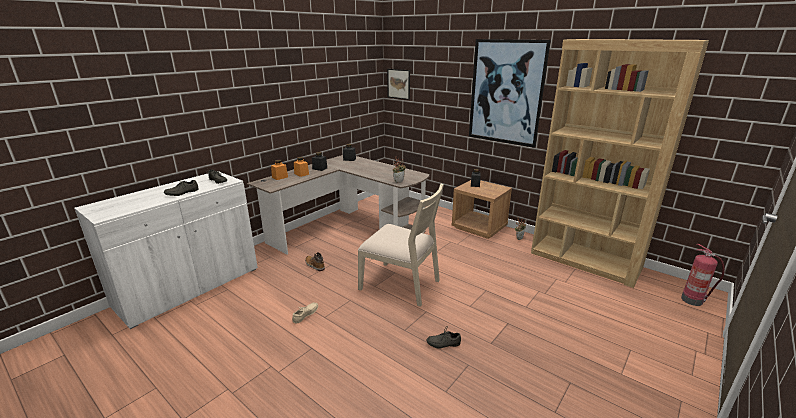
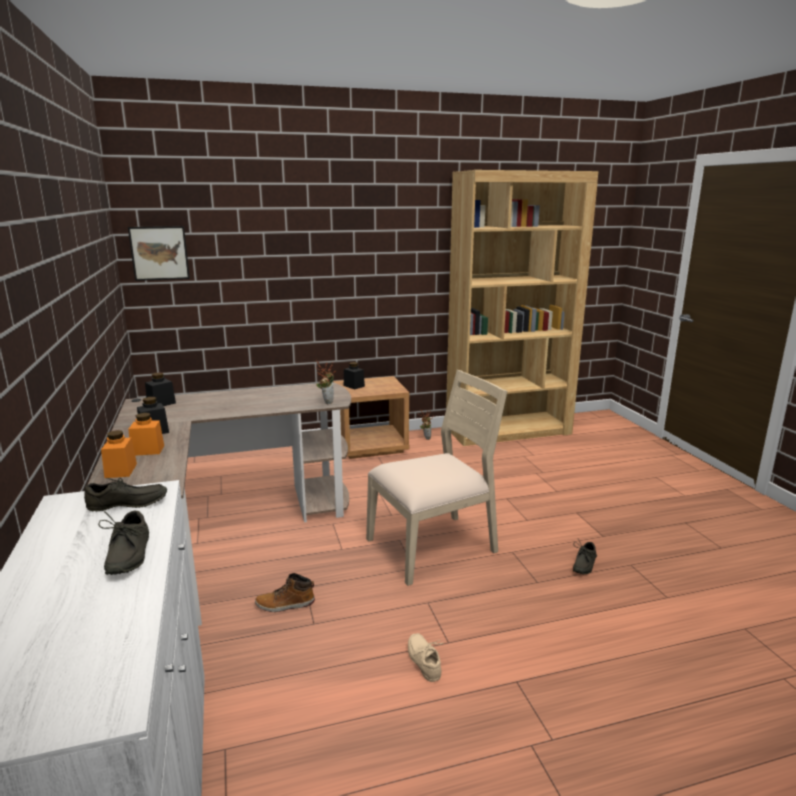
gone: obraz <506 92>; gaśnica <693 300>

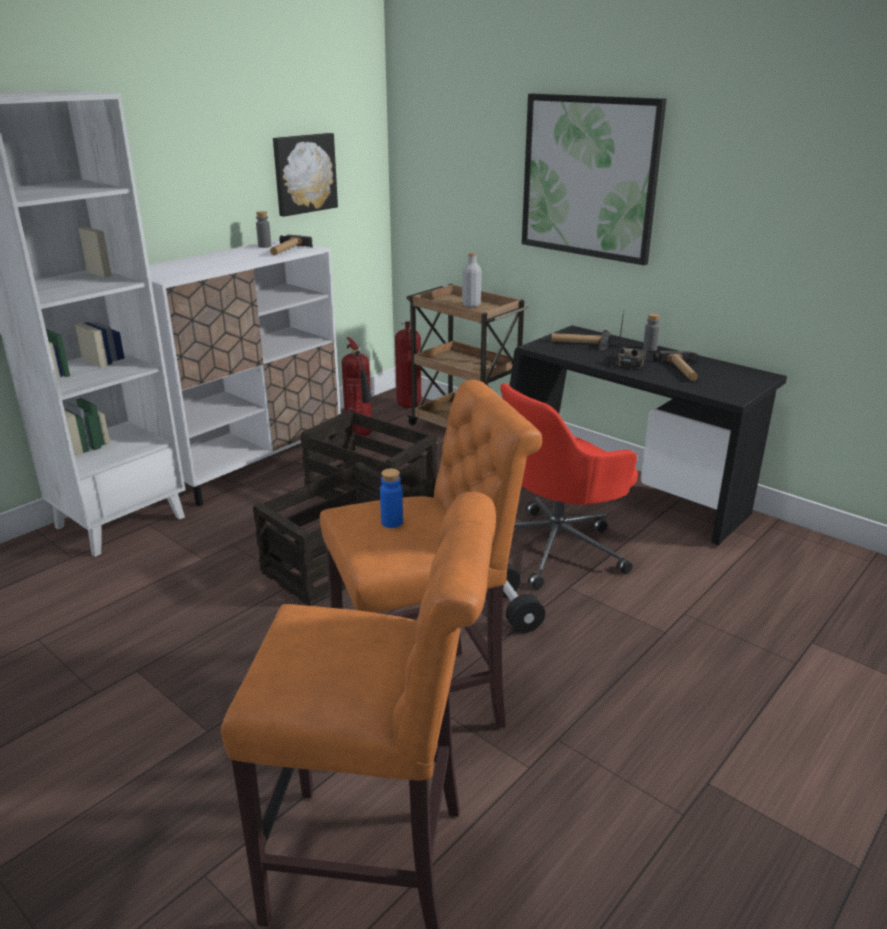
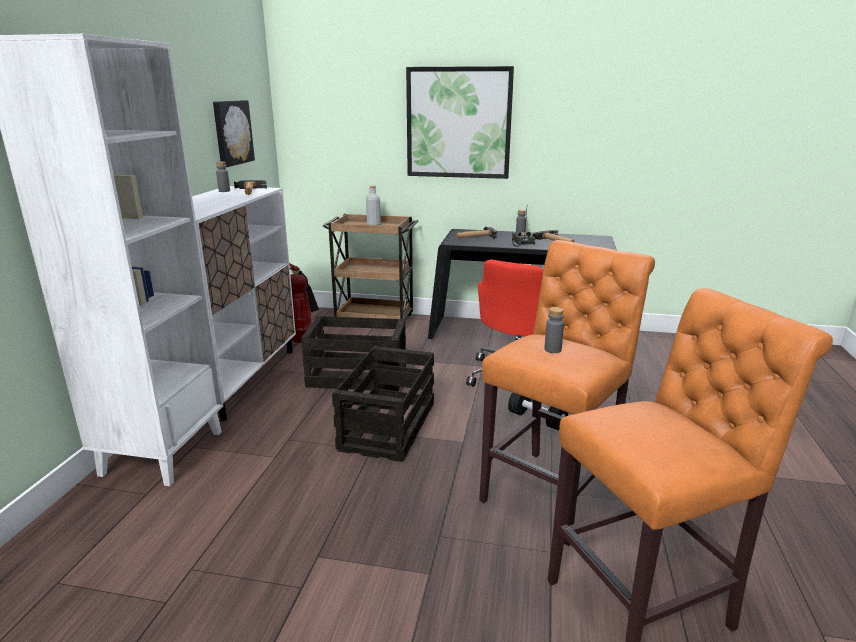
gone: gaśnica <408 404>
repainted: butelka (niebieski) <392 522> to butelka (szary) <552 349>

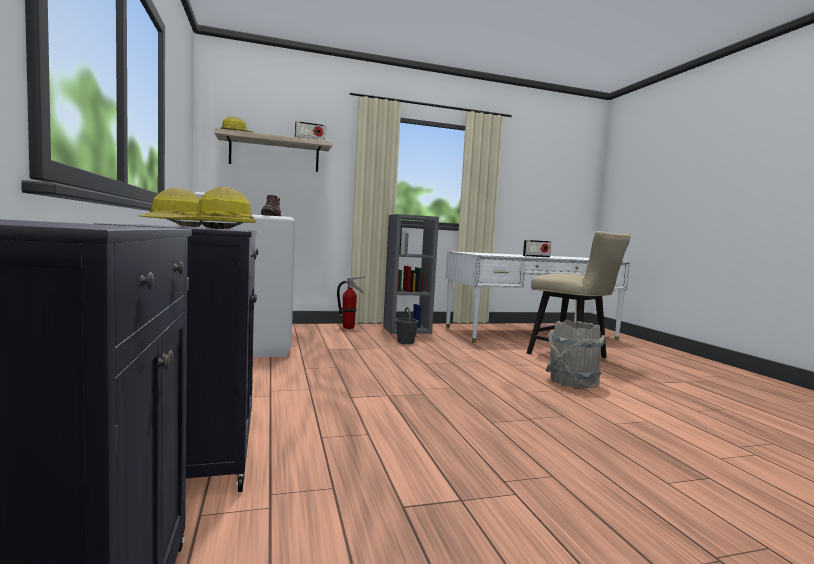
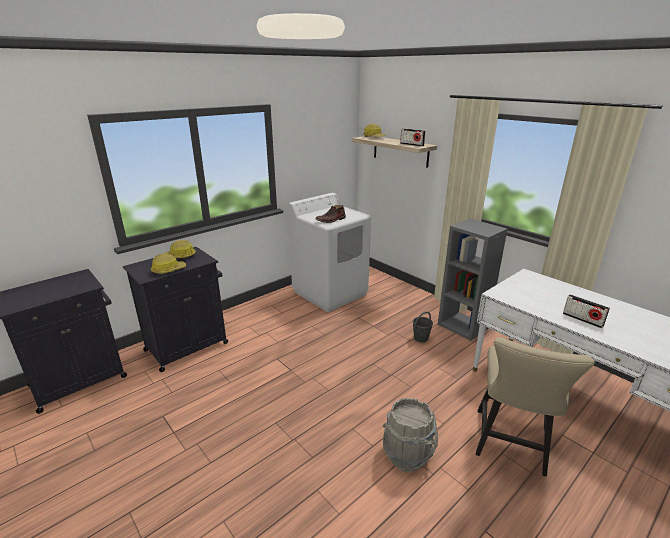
gone: gaśnica <349 327>

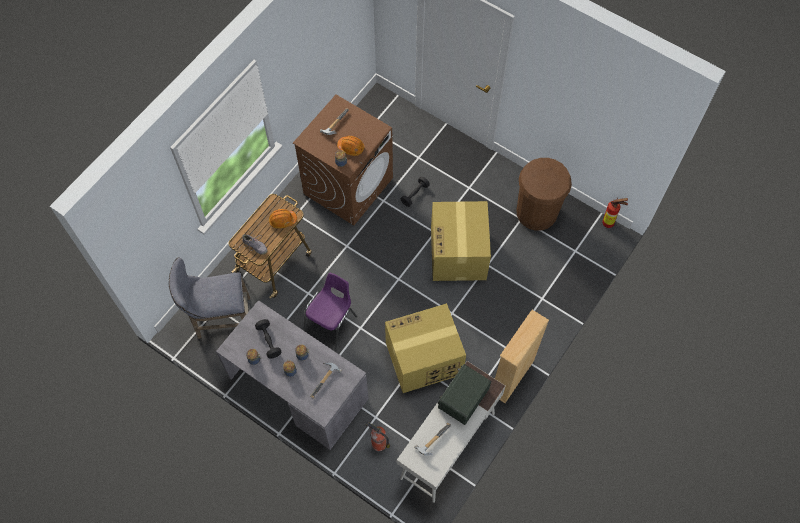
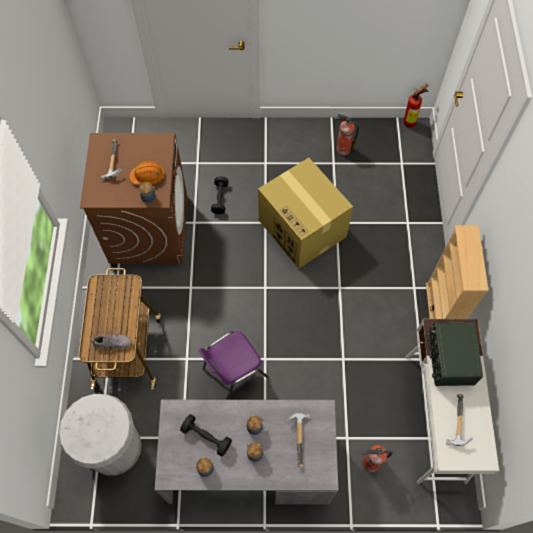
gone: kask (pomarańczowy) <282 220>; karton <423 359>
swapped: stołek (szary) <220 320> to kosz na śmieci (biały) <114 447>; kosz na śmieci (brązowy) <536 212> to gaśnica <342 149>
rotated: krzesło (fioletowy) <332 323> = <233 373> 120 degrees counterclockwise

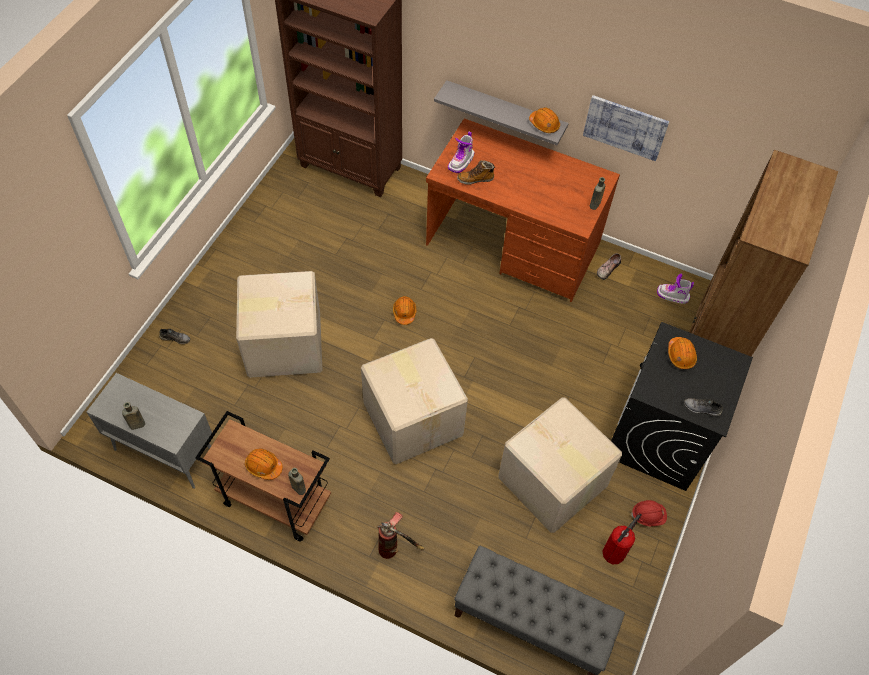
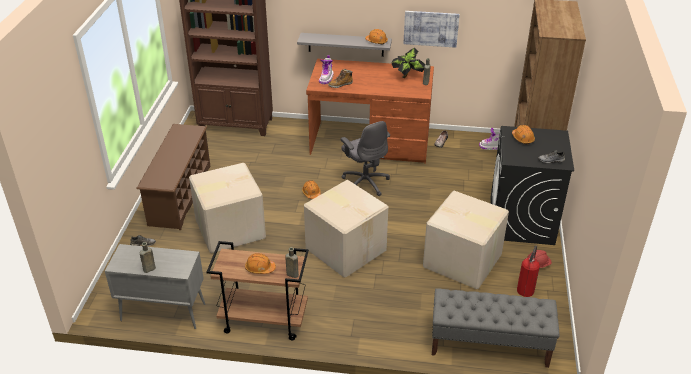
gone: gaśnica <395 548>
new: regał na buty (brązowy) <180 195>; krzesło biurowe (szary) <365 182>; roślina doniczkowa <408 77>

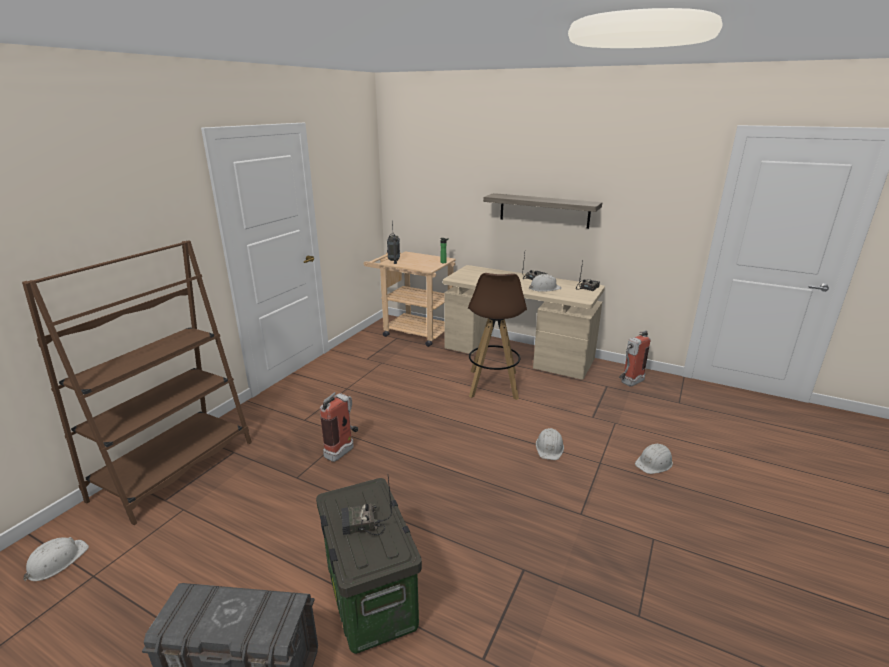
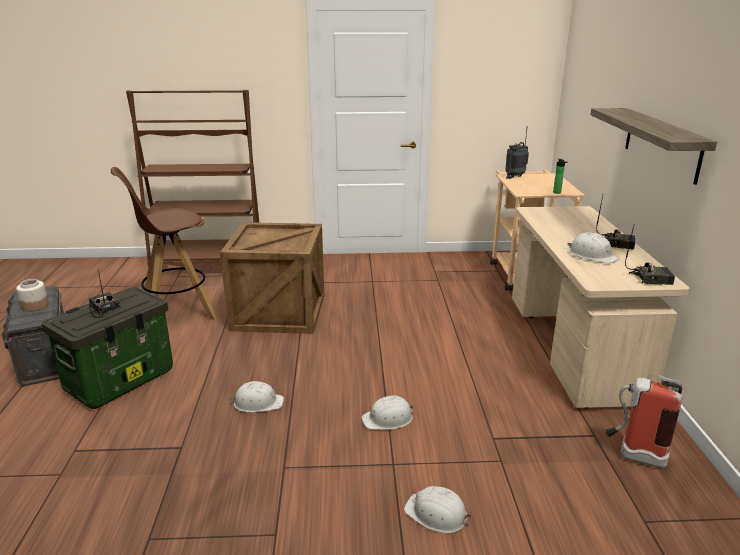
new: słoik <35 306>
shifted: kask (biały) <56 561> to <258 403>; stołek (brązowy) <493 385> to <177 314>
swapped: gaśnica <343 450> to skrzynka <280 312>

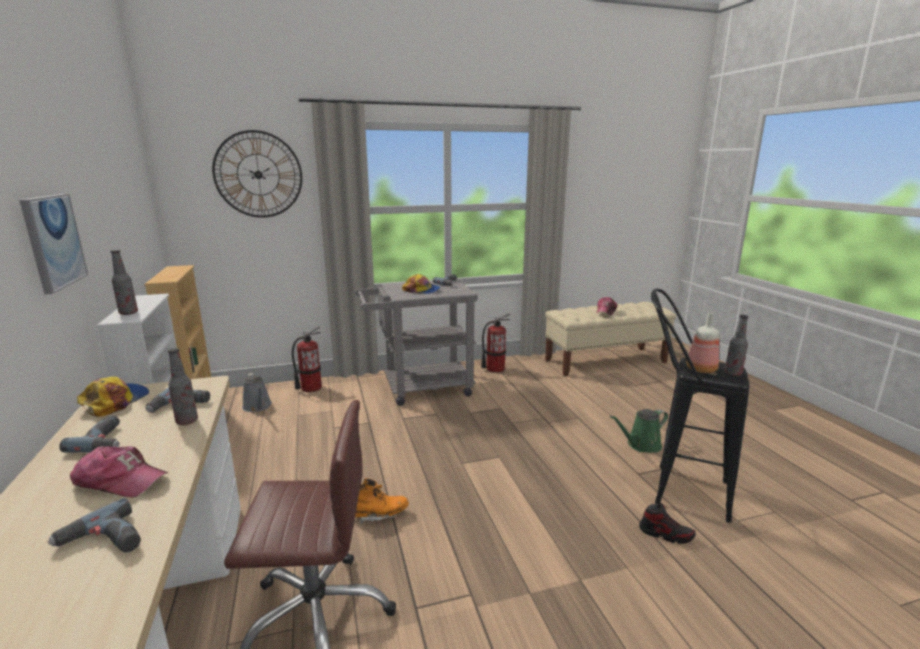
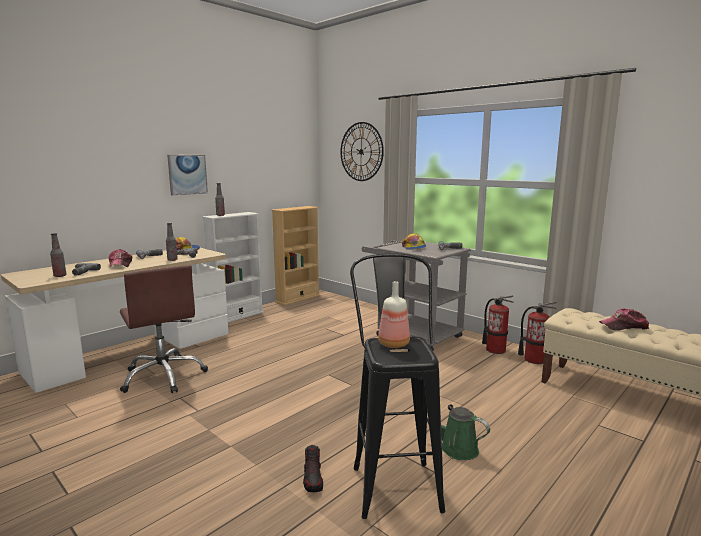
gone: konewka (szary) <257 406>; but z cholewką (pomarańczowy) <379 515>
shifted: gaśnica <311 388> to <534 360>; butelka <733 374> to <60 276>

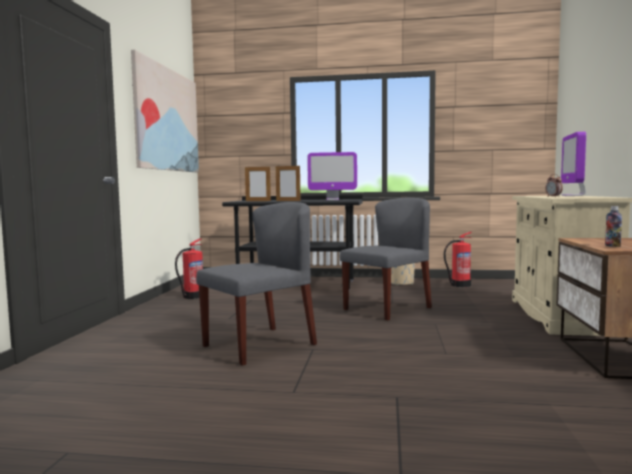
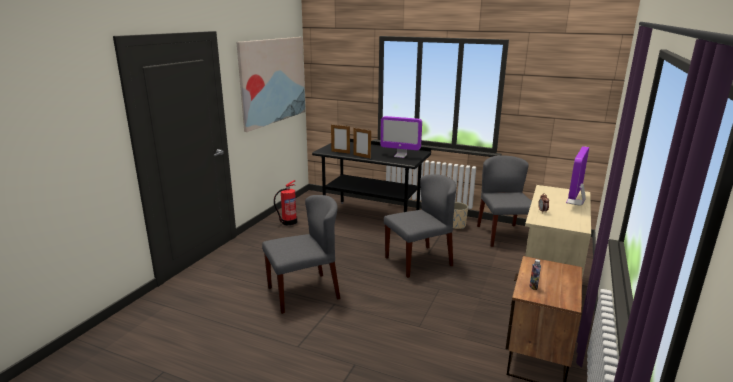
swapped: gaśnica <459 285> to krzesło (szary) <502 235>

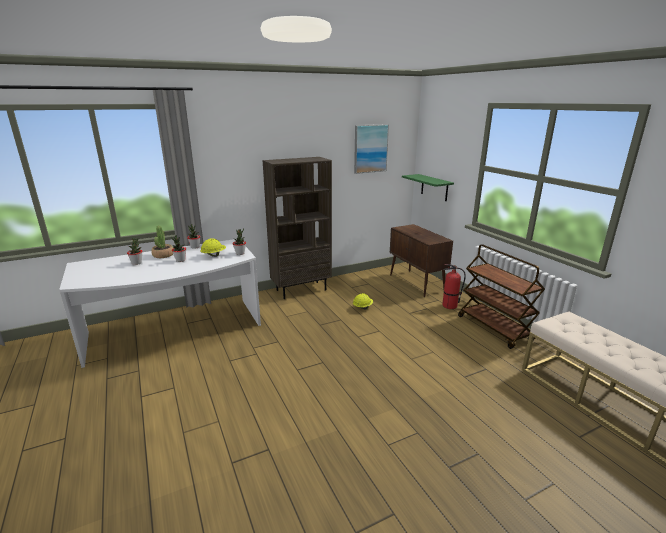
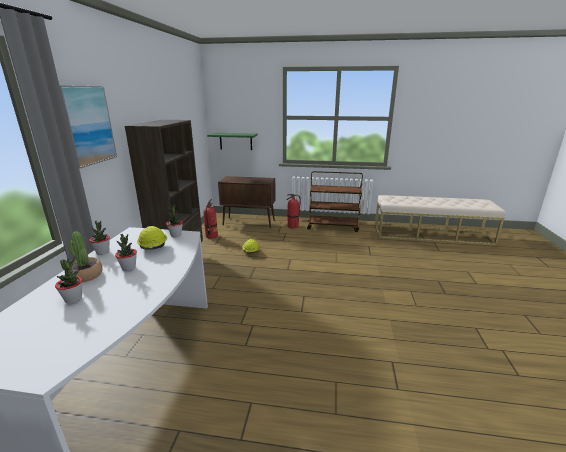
new: gaśnica <211 236>
shifted: obraz <370 148> to <87 125>

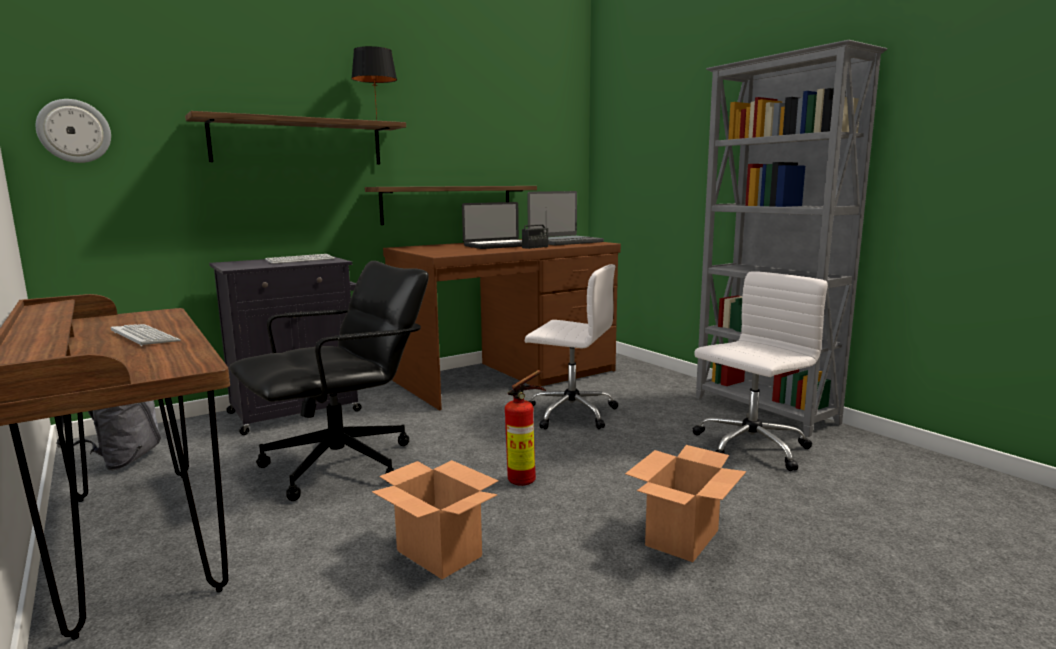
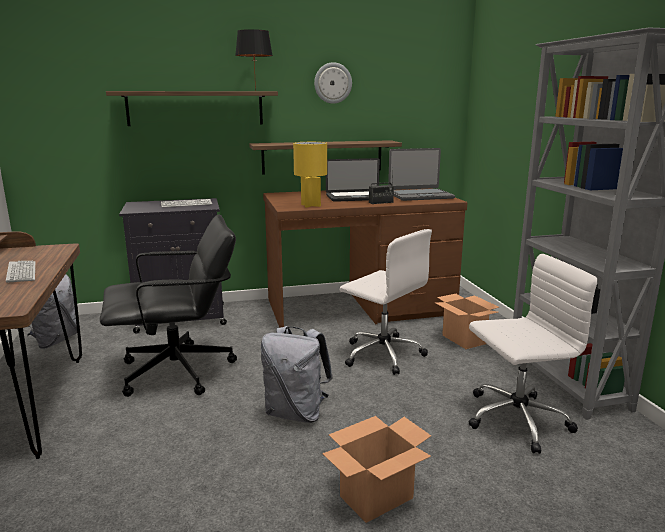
new: lampa stołowa (żółty) <310 205>
shifted: zegar ścienny <74 131> to <333 83>; karton <438 553> to <463 339>
swapped: gaśnica <526 480> to plecak (szary) <296 413>

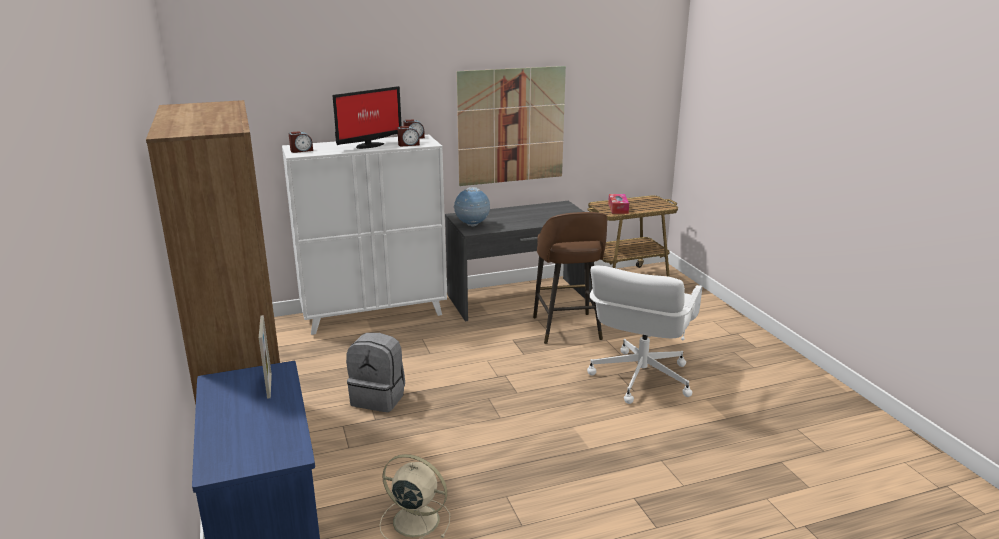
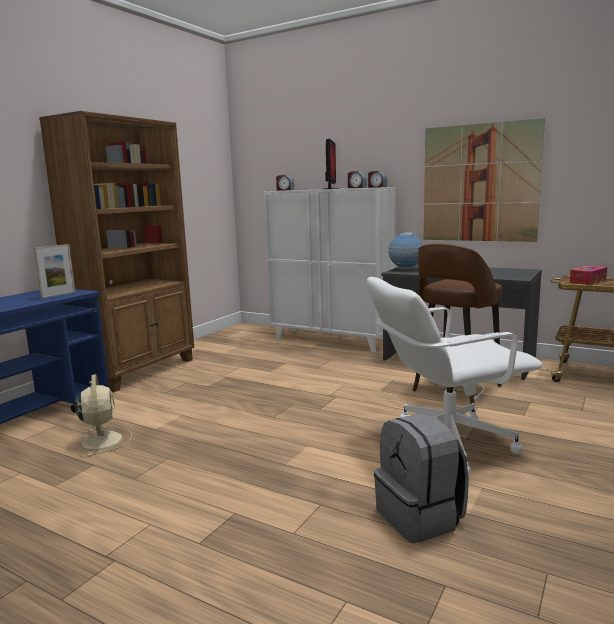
shifted: plecak (szary) <379 398> to <420 517>
rotated: monitor <368 145> = <330 188> 90 degrees counterclockwise

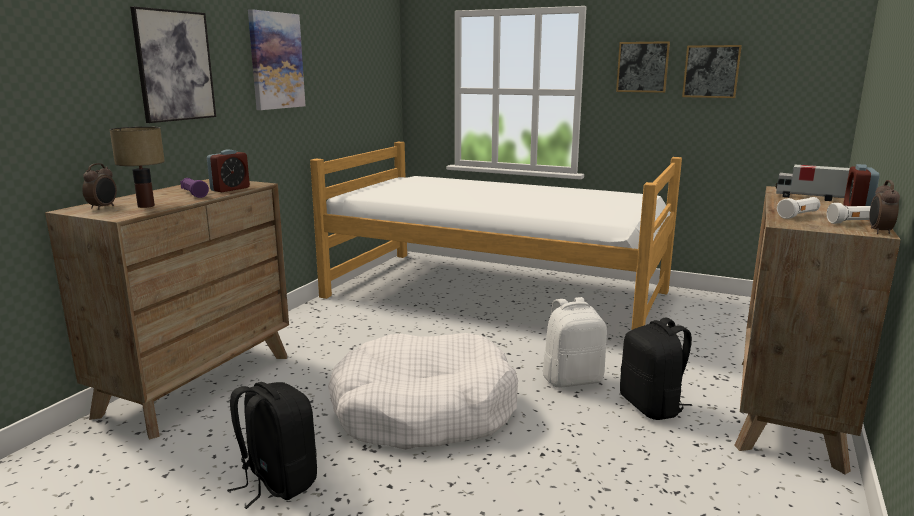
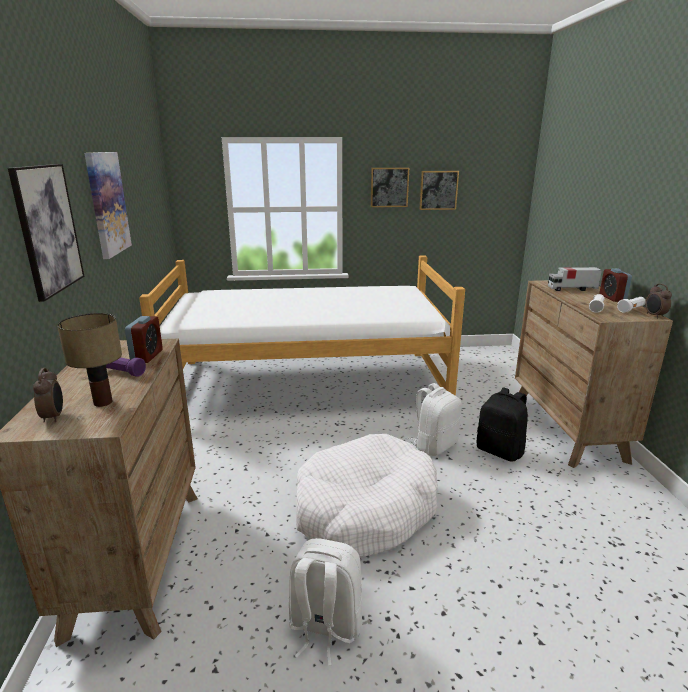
repainted: plecak (czarny) <277 482> to plecak (biały) <324 627>

